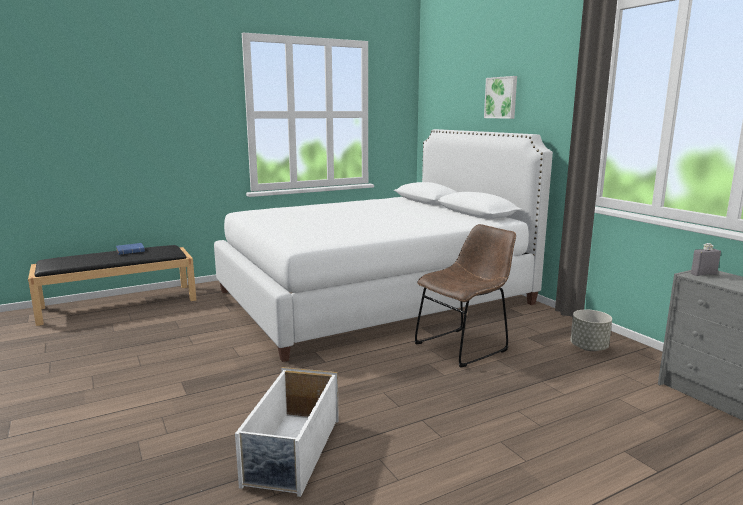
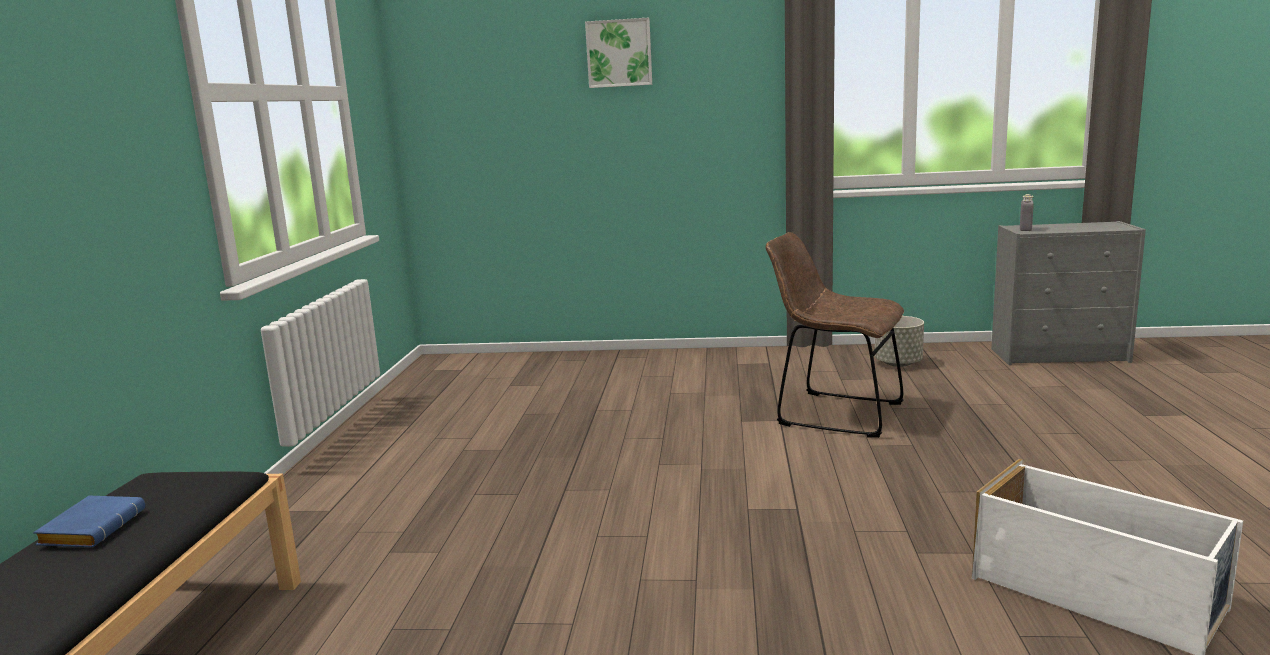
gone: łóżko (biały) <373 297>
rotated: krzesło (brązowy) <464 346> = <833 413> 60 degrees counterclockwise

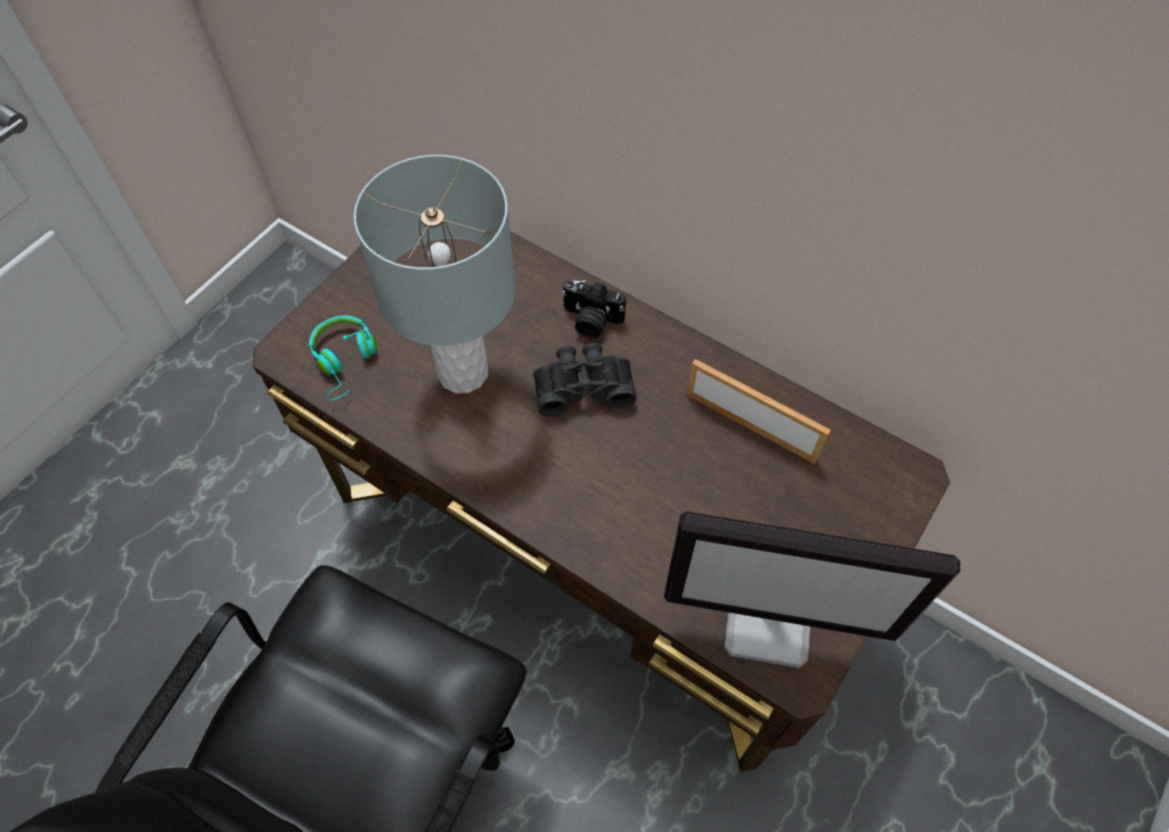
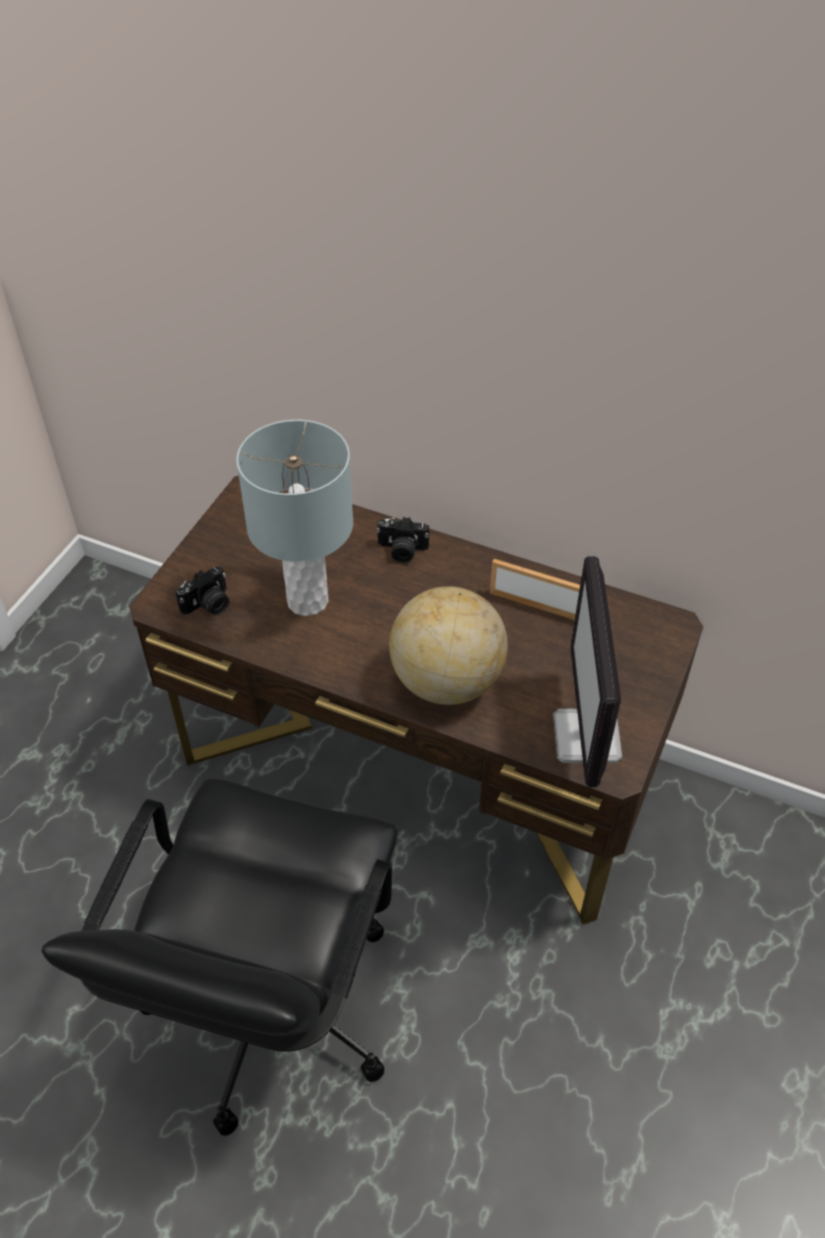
gone: lornetka (czarny) <583 385>
new: globus <446 681>
swapped: słuchawki (turkusowy) <345 361> to aparat fotograficzny <208 605>
rotated: monitor <770 622> = <587 738> 90 degrees clockwise

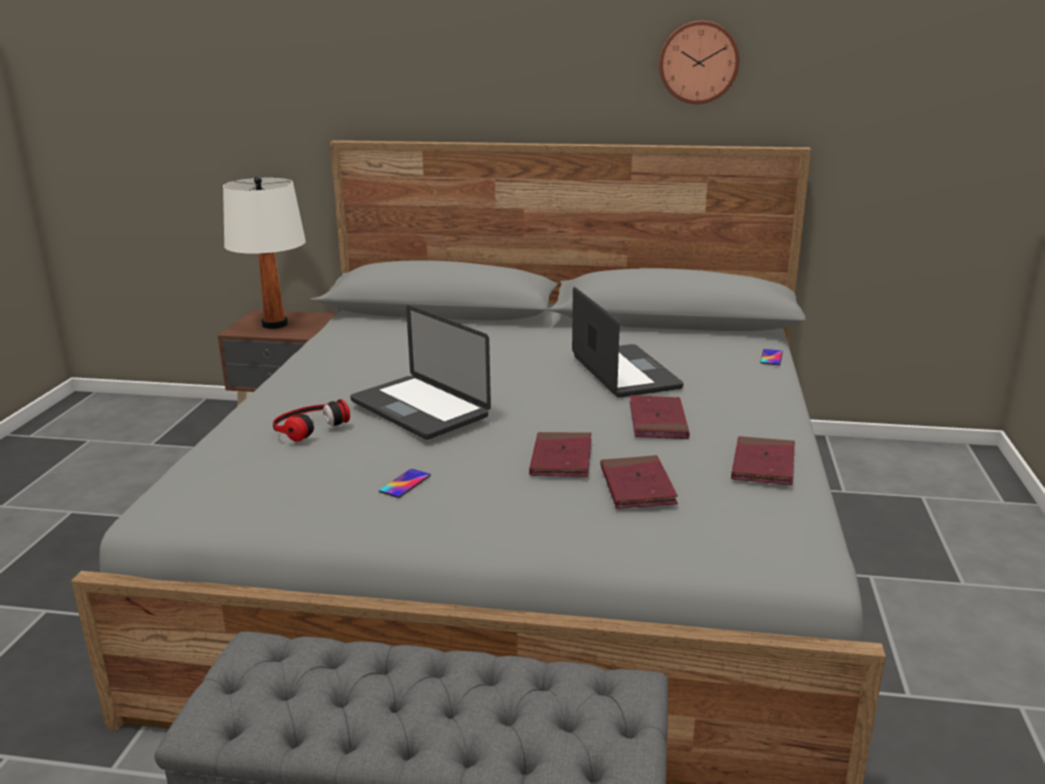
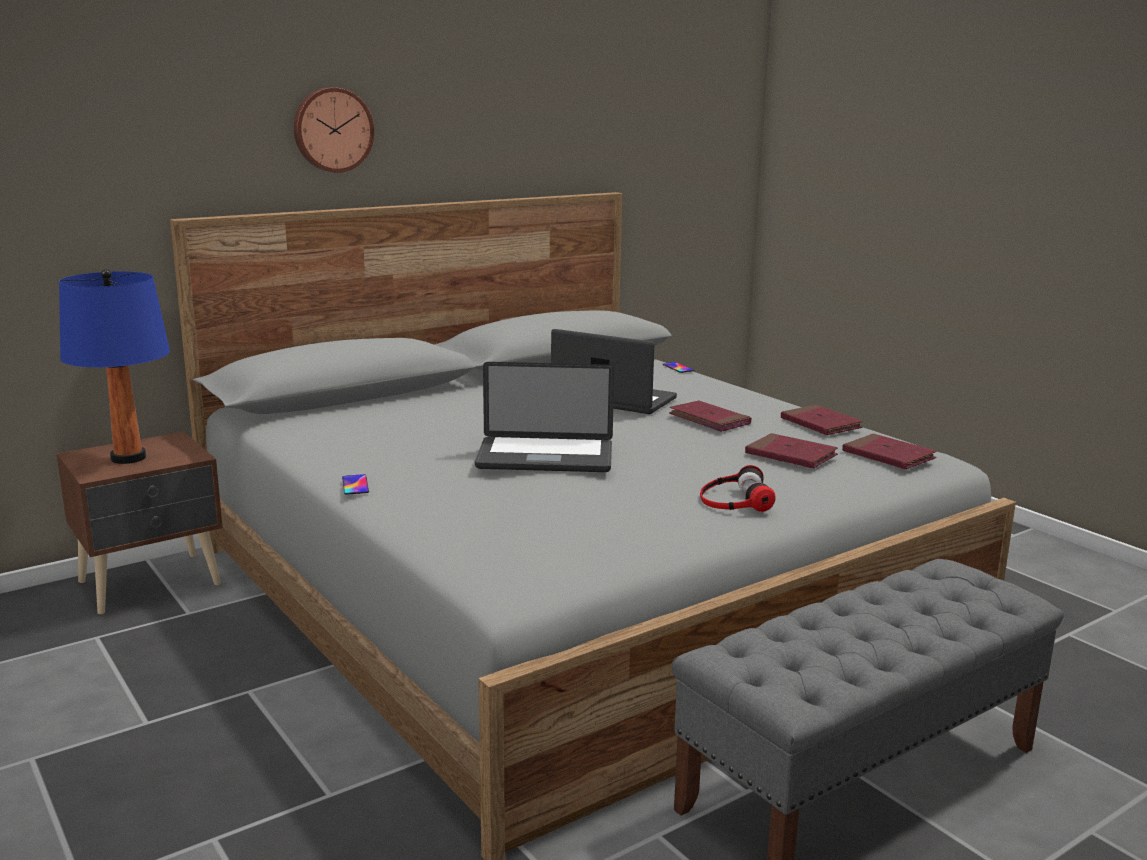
shifted: słuchawki <308 425> to <734 500>; telefon <405 483> to <355 485>; książka (czerwony) <561 459> to <888 456>; zegar ścienny <698 62> to <332 130>
repainted: lampa stołowa (biały) <274 324> to lampa stołowa (niebieski) <128 458>

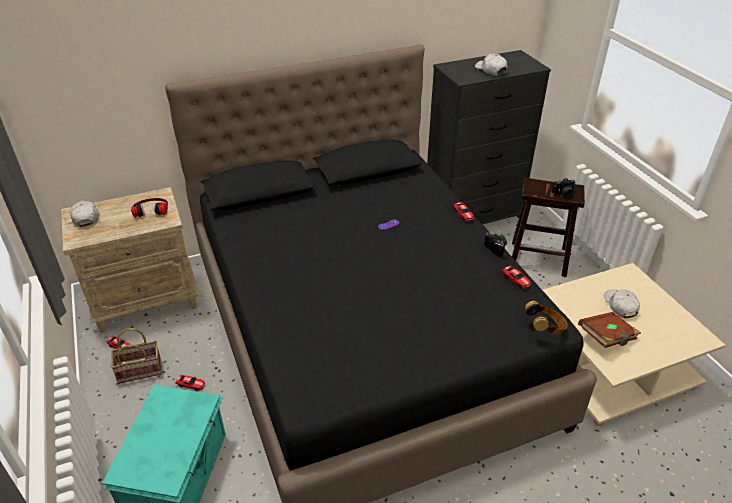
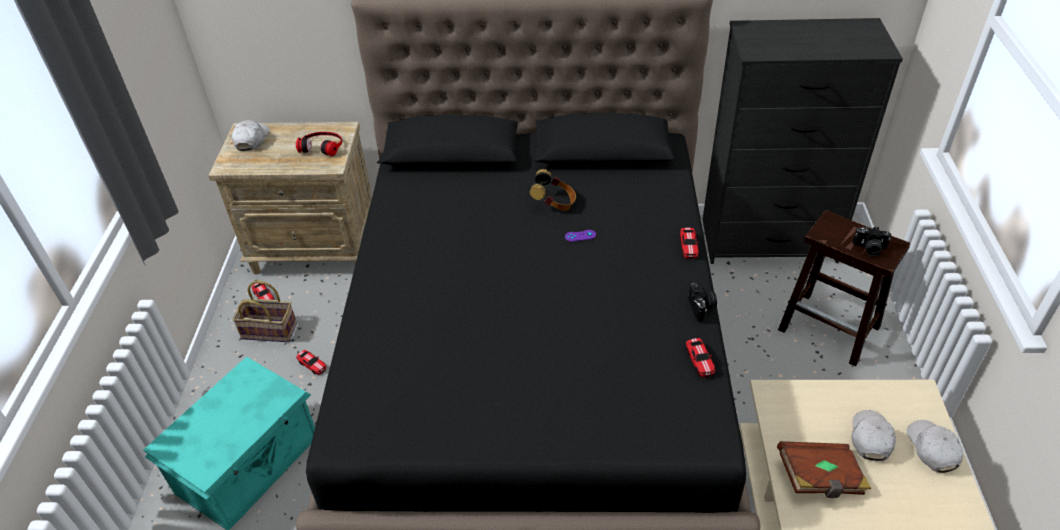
shifted: czapka z daszkiem (biały) <490 70> to <932 449>; słuchawki <544 329> to <554 204>

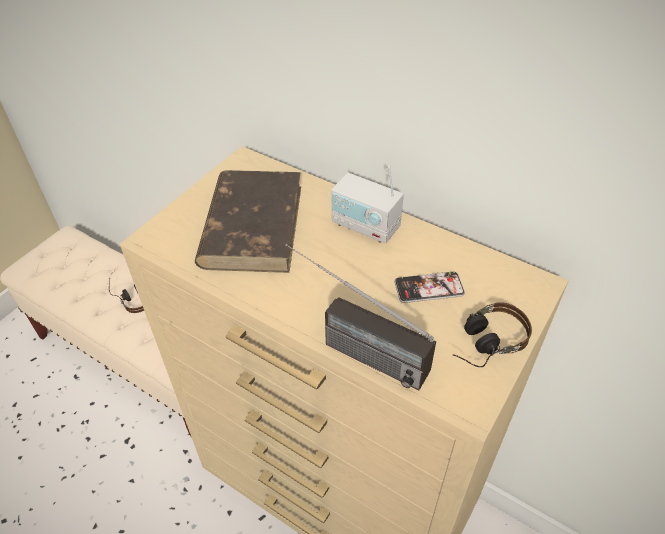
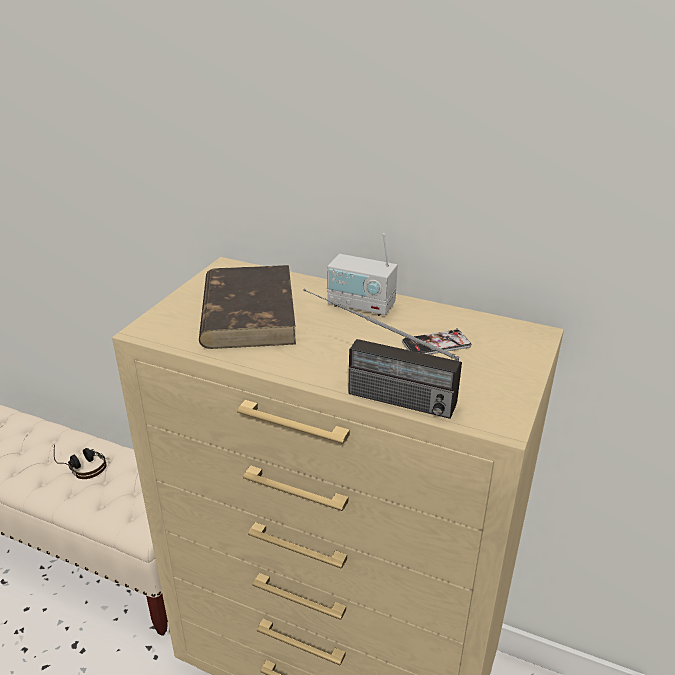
gone: słuchawki <483 344>

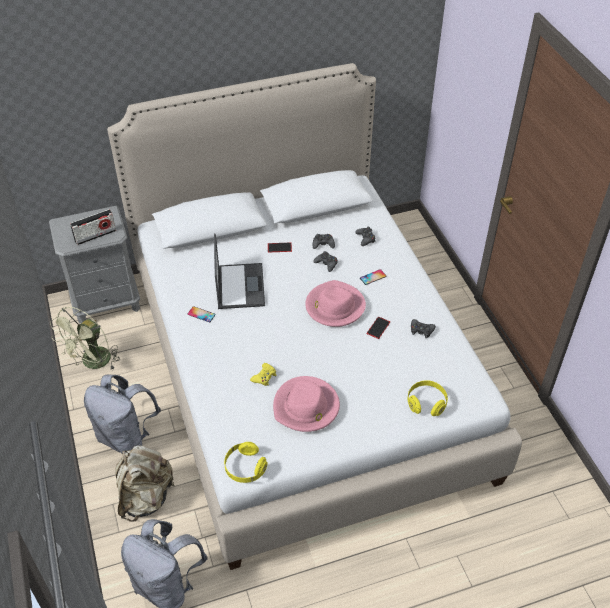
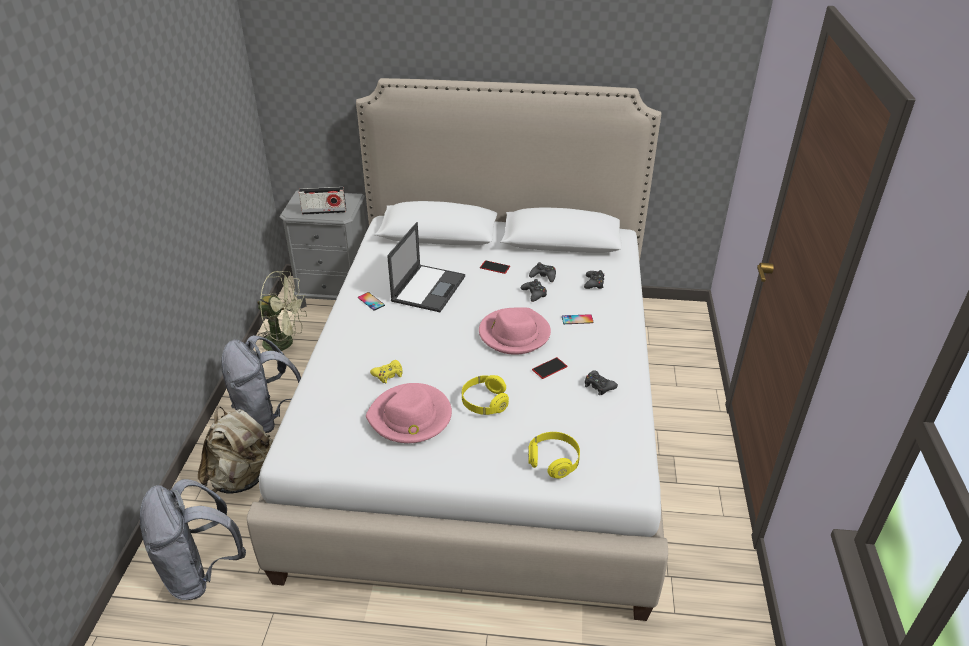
shifted: słuchawki (żółty) <245 468> to <484 402>
rotated: wentylator (zielony) <93 363> = <285 343> 135 degrees counterclockwise

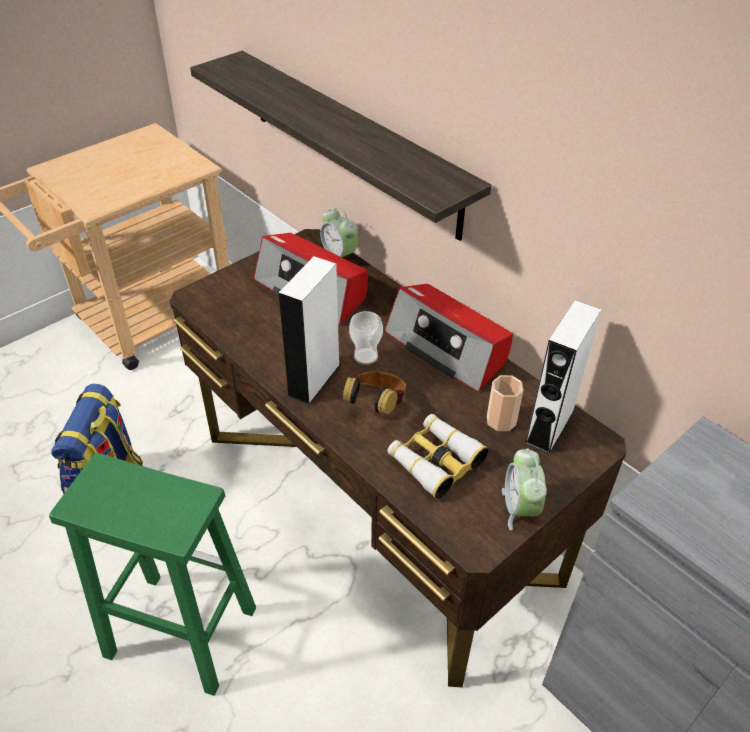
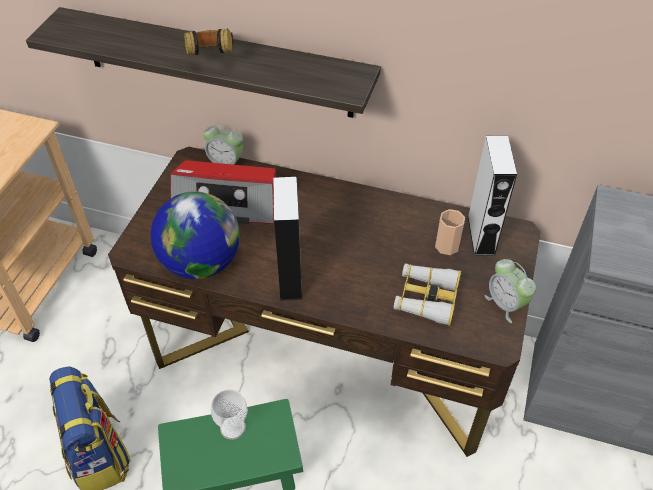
gone: radio <447 348>
new: globus <201 262>
shifted: słuchawki <376 406> to <211 58>; filiżanka <365 356> to <233 427>

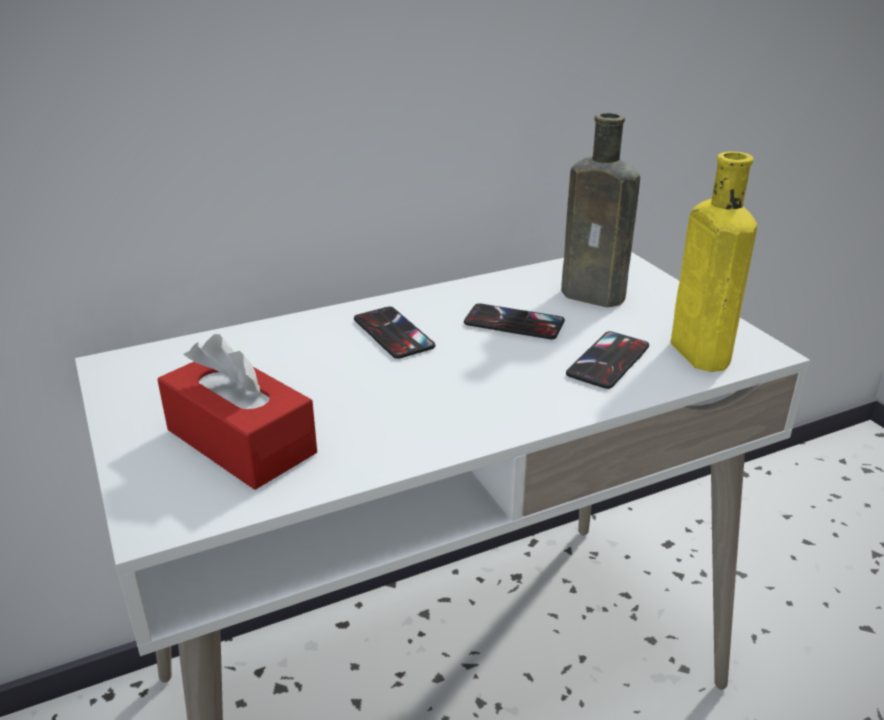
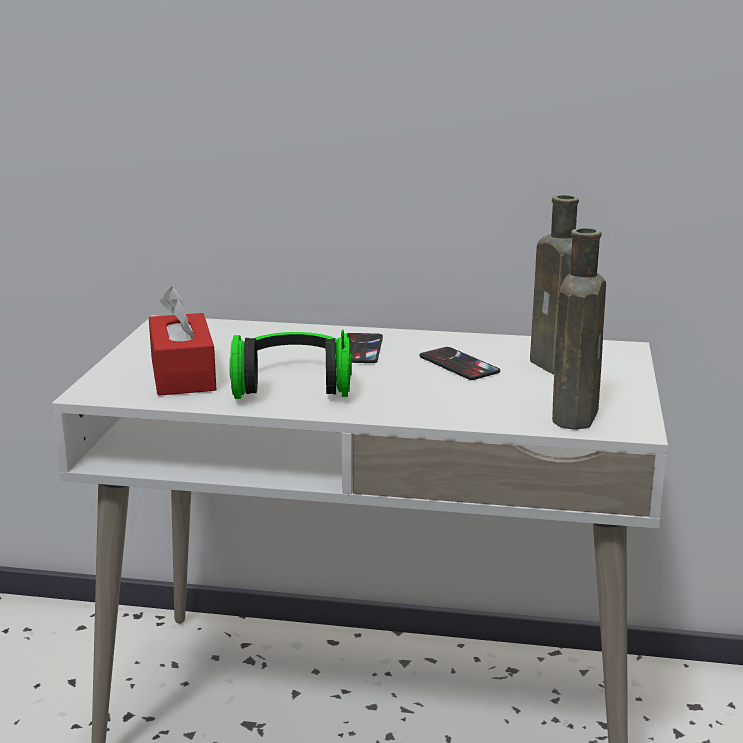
gone: telefon <608 360>
new: słuchawki <292 385>
repainted: butelka (żółty) <696 350> to butelka (brązowy) <575 414>

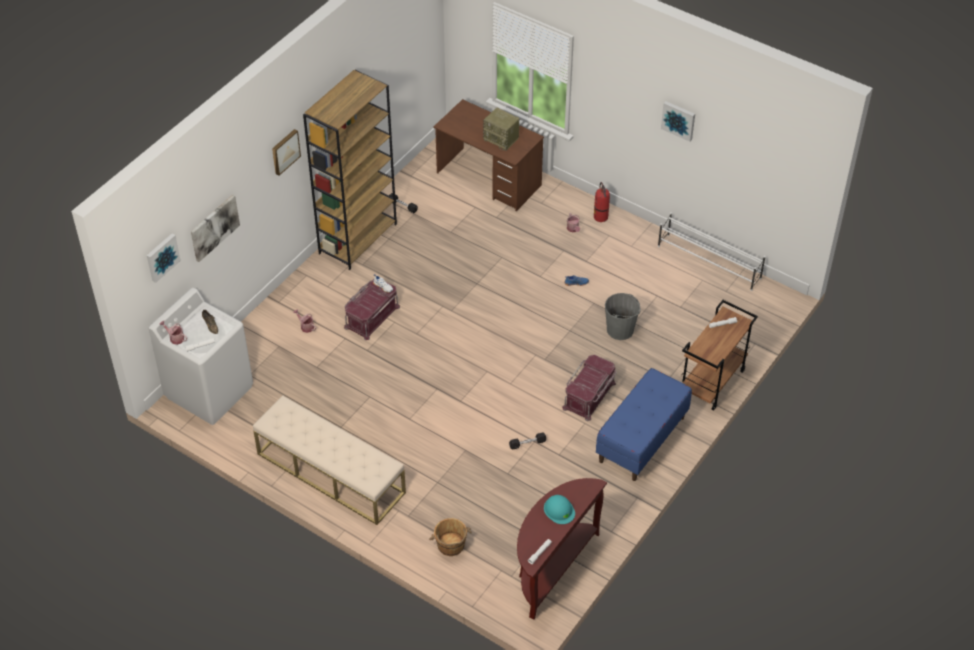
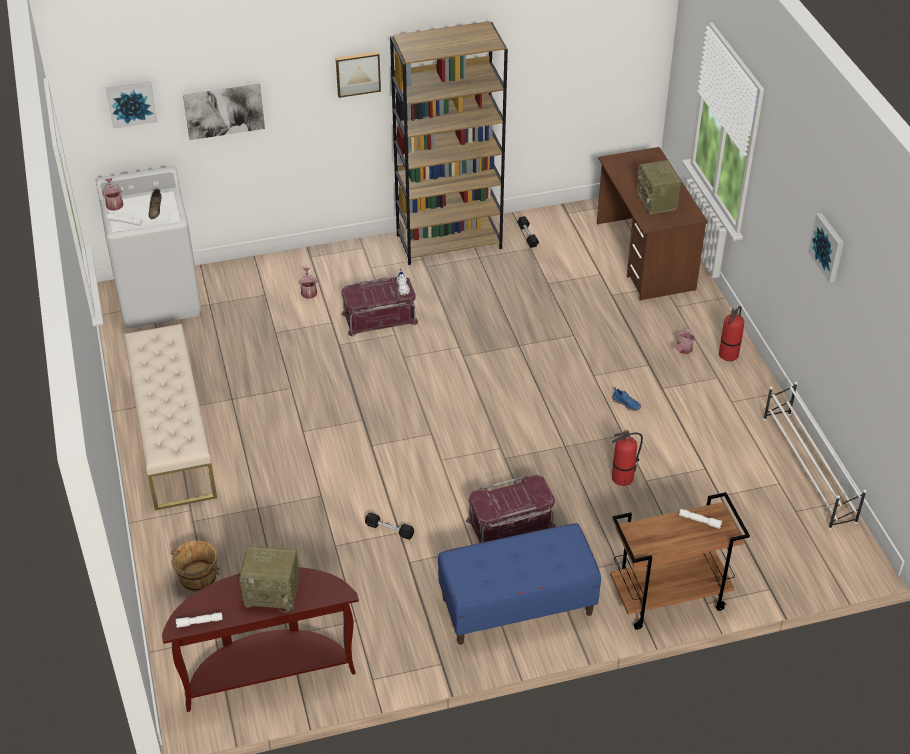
swapped: kask (turkusowy) <559 510> to radio <273 592>; wiadro (szary) <620 330> to gaśnica <622 478>

